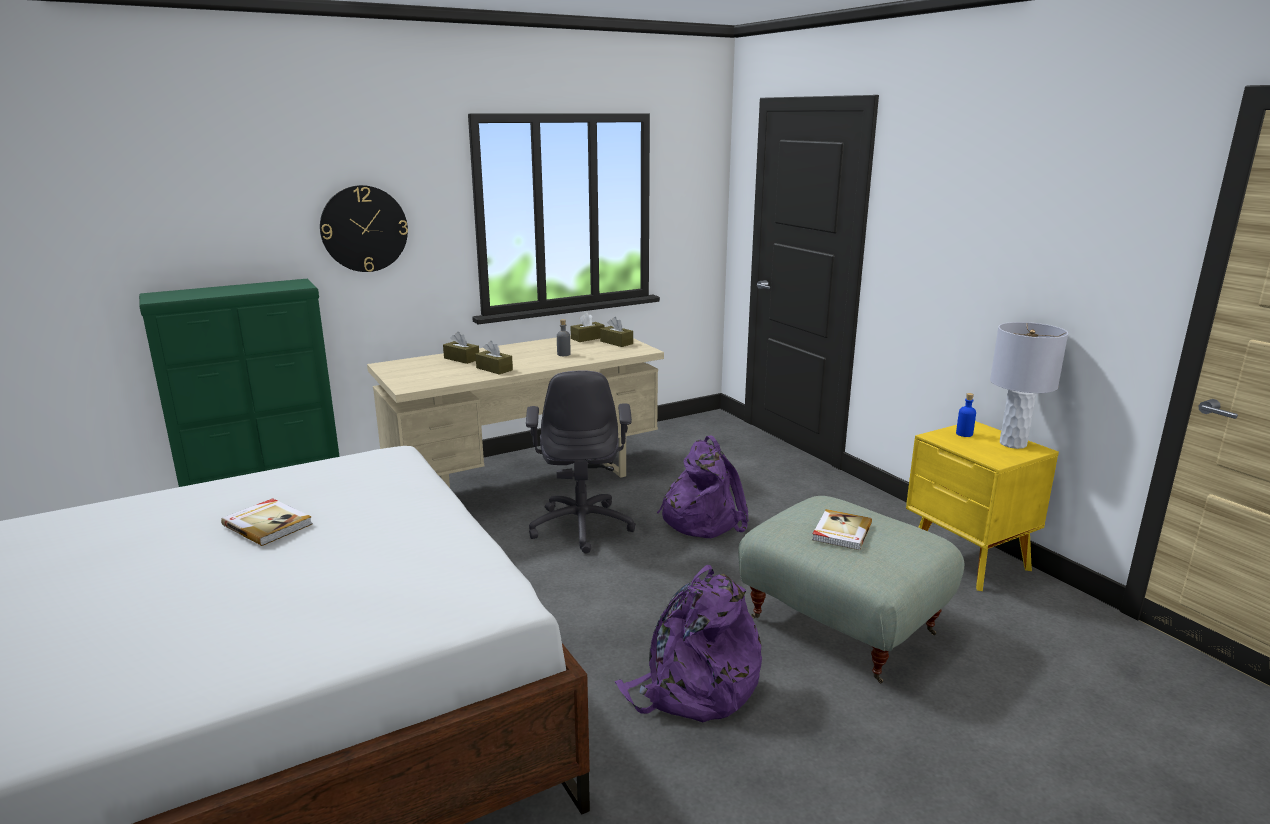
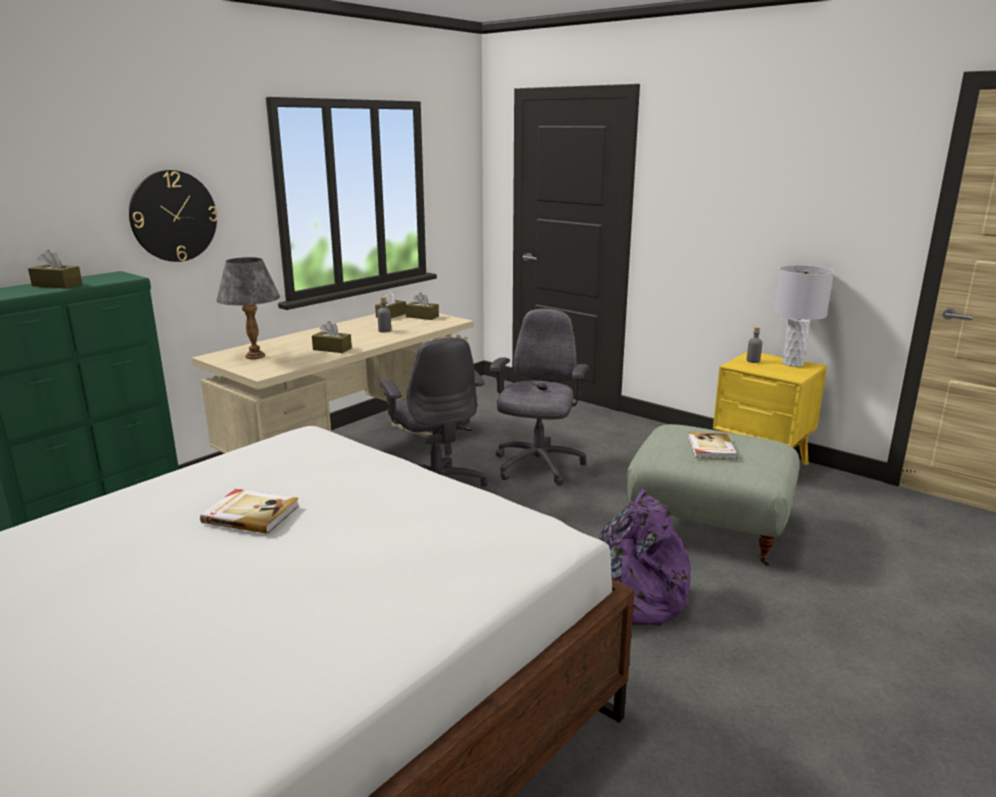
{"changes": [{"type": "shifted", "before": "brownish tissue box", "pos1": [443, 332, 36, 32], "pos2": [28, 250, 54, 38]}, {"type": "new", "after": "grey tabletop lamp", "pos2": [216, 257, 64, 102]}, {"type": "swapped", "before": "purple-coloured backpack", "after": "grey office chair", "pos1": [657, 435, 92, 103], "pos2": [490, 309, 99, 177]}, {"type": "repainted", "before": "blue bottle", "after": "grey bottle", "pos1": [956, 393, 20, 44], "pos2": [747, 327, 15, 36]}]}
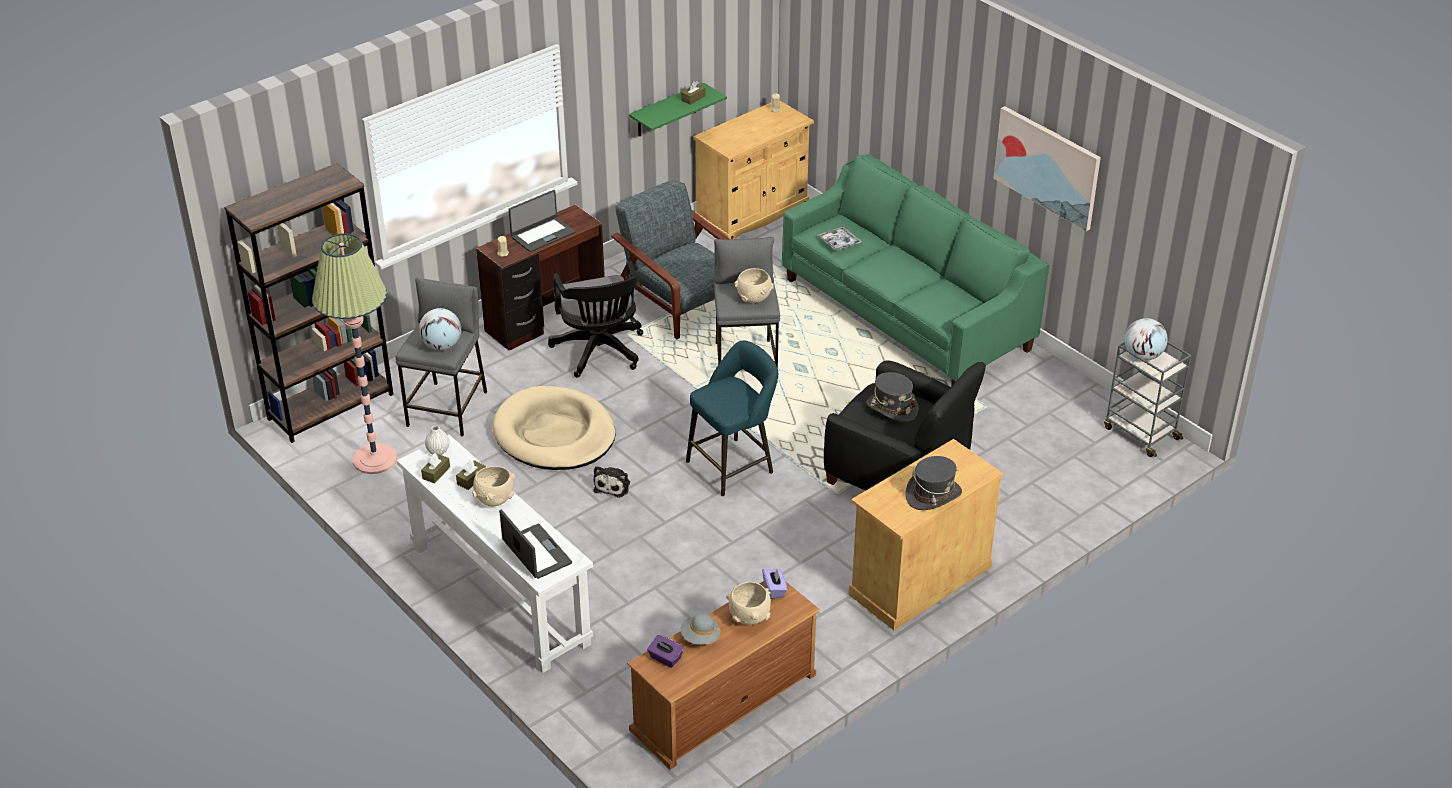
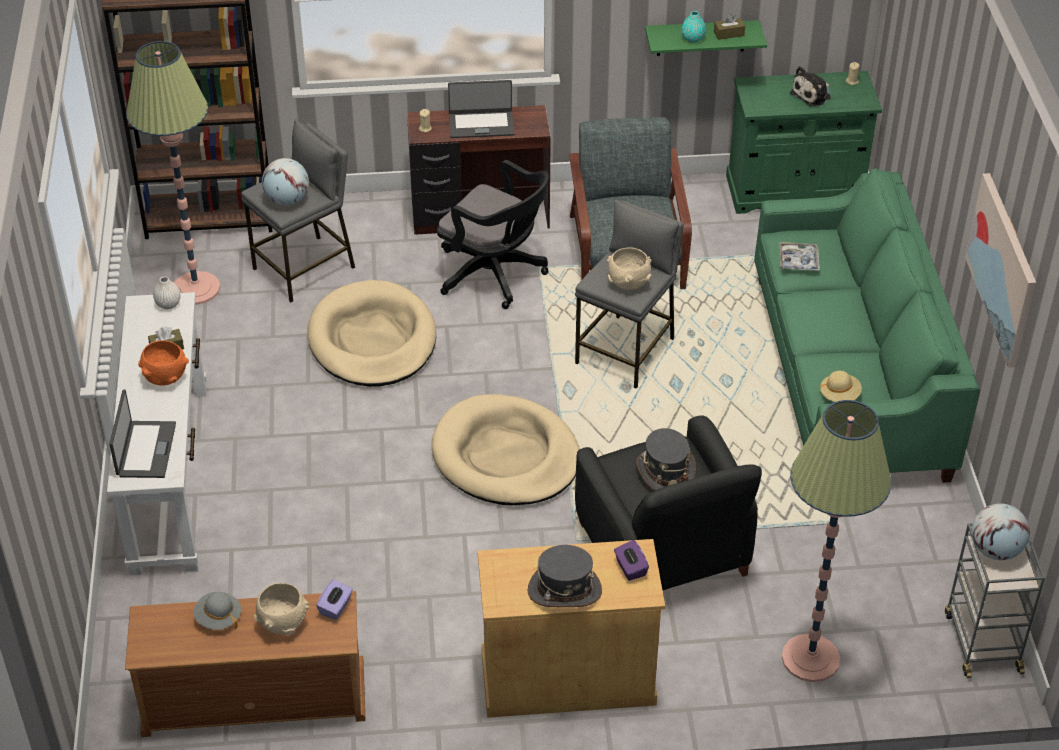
{"changes": [{"type": "repainted", "before": "beige deep dish", "after": "orange-coloured deep dish", "pos1": [472, 466, 43, 41], "pos2": [138, 340, 51, 46]}, {"type": "swapped", "before": "turquoise stool", "after": "beige dog cushion", "pos1": [686, 341, 92, 156], "pos2": [432, 394, 148, 111]}, {"type": "rotated", "before": "blackish office chair", "pos1": [548, 260, 95, 118], "pos2": [437, 160, 112, 149], "turn": -75}, {"type": "shifted", "before": "purple-coloured tissue box", "pos1": [647, 635, 37, 33], "pos2": [614, 540, 35, 41]}, {"type": "new", "after": "turquoise decorative vase", "pos2": [681, 11, 25, 31]}, {"type": "repainted", "before": "beige storage cabinet", "after": "green storage cabinet", "pos1": [693, 101, 121, 138], "pos2": [726, 71, 156, 143]}, {"type": "new", "after": "standing lamp", "pos2": [782, 400, 109, 282]}, {"type": "shifted", "before": "plush toy", "pos1": [593, 466, 37, 31], "pos2": [790, 66, 41, 40]}, {"type": "new", "after": "beige hat", "pos2": [819, 371, 43, 31]}, {"type": "gone", "before": "brownish tissue box", "pos1": [421, 453, 29, 30]}]}
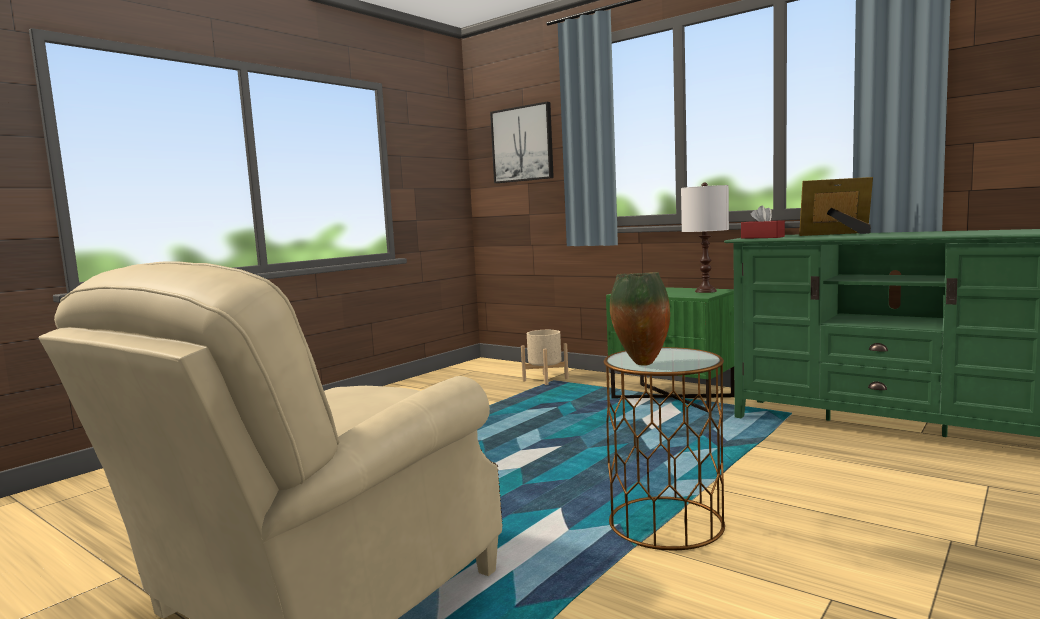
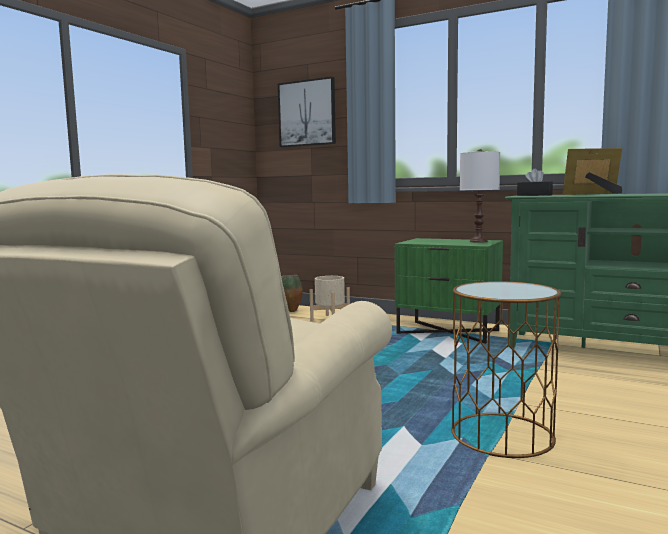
{"changes": [{"type": "shifted", "before": "decorative vase", "pos1": [610, 272, 60, 93], "pos2": [281, 275, 22, 37]}, {"type": "repainted", "before": "reddish tissue box", "after": "blackish tissue box", "pos1": [741, 206, 44, 33], "pos2": [517, 169, 36, 27]}]}
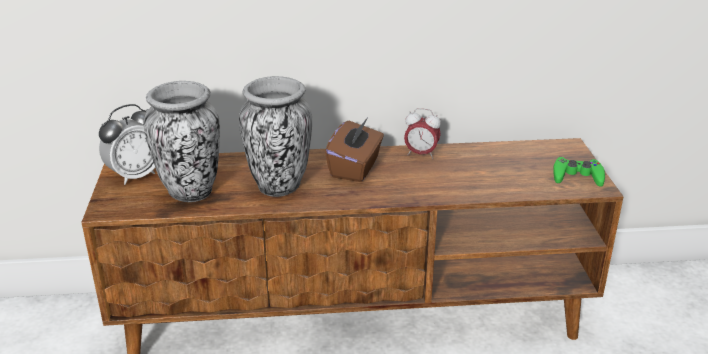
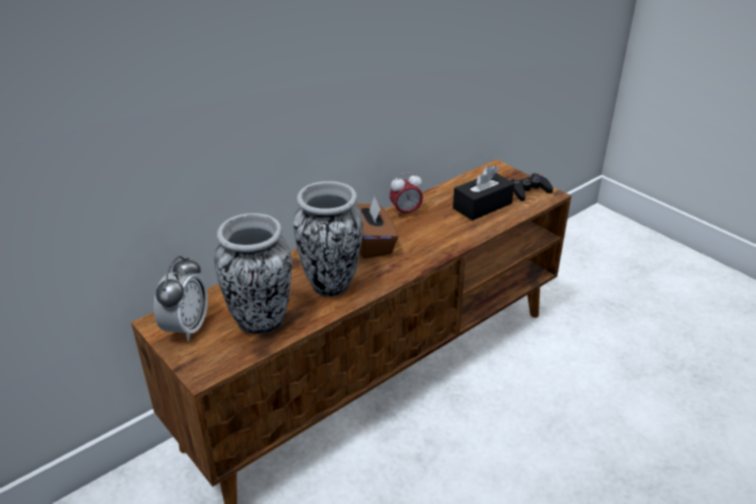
{"changes": [{"type": "new", "after": "blackish tissue box", "pos2": [453, 165, 61, 56]}, {"type": "repainted", "before": "green joypad", "after": "blackish joypad", "pos1": [553, 157, 52, 30], "pos2": [510, 173, 43, 28]}]}
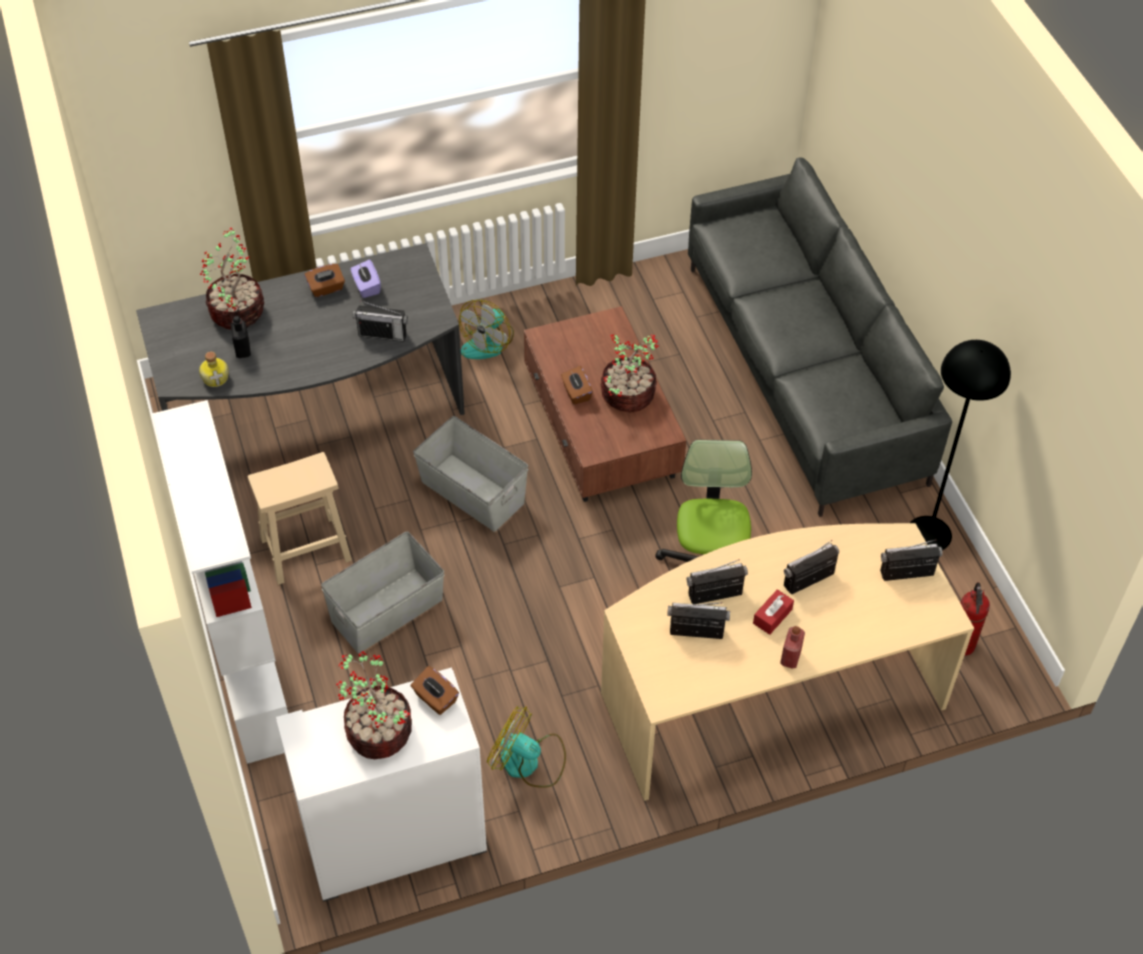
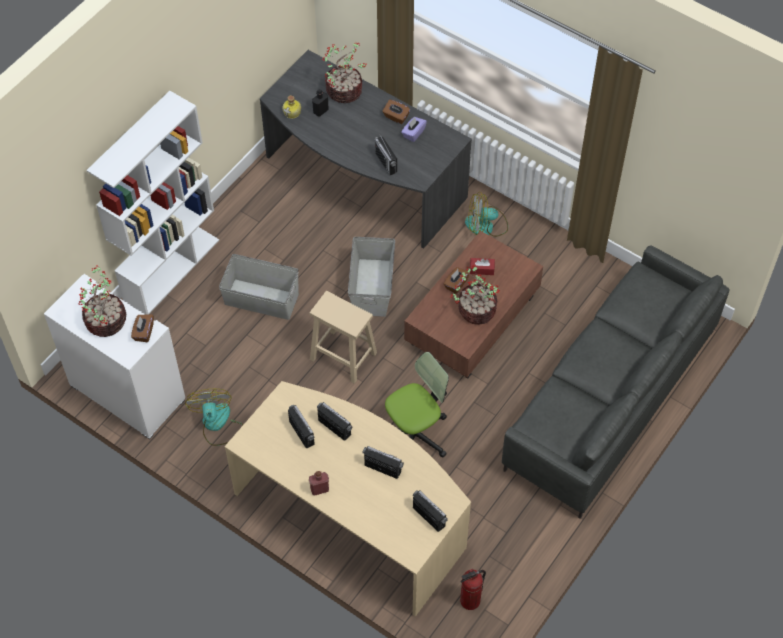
{"changes": [{"type": "shifted", "before": "beige stool", "pos1": [248, 452, 104, 133], "pos2": [310, 291, 67, 93]}, {"type": "shifted", "before": "reddish tissue box", "pos1": [753, 589, 41, 46], "pos2": [470, 258, 25, 17]}, {"type": "gone", "before": "blackish standing lamp", "pos1": [910, 340, 101, 210]}]}
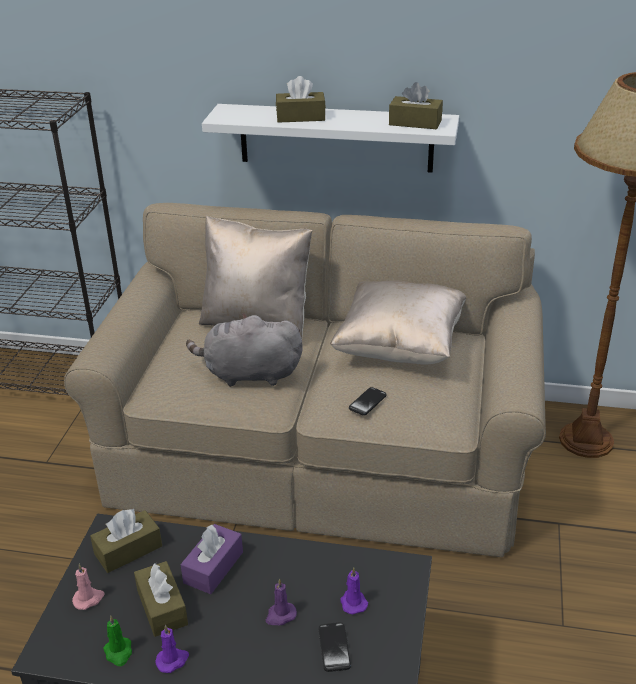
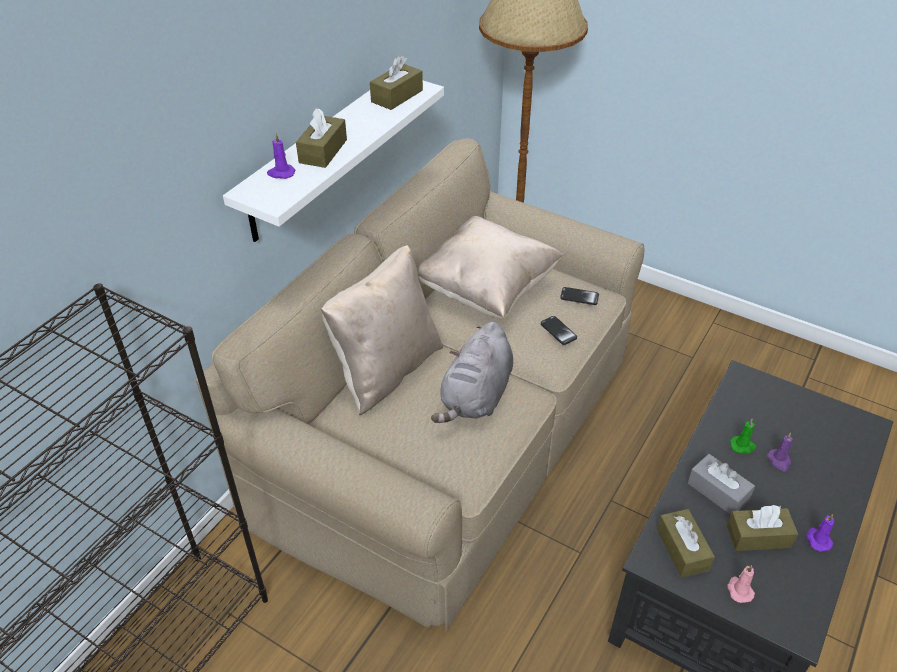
{"changes": [{"type": "shifted", "before": "purple-coloured candle", "pos1": [340, 567, 28, 47], "pos2": [267, 133, 28, 46]}, {"type": "shifted", "before": "handset", "pos1": [319, 622, 32, 50], "pos2": [560, 287, 39, 18]}, {"type": "repainted", "before": "purple-coloured tissue box", "after": "grey tissue box", "pos1": [181, 524, 62, 70], "pos2": [688, 454, 67, 61]}, {"type": "shifted", "before": "green candle", "pos1": [103, 615, 29, 51], "pos2": [730, 419, 26, 34]}]}
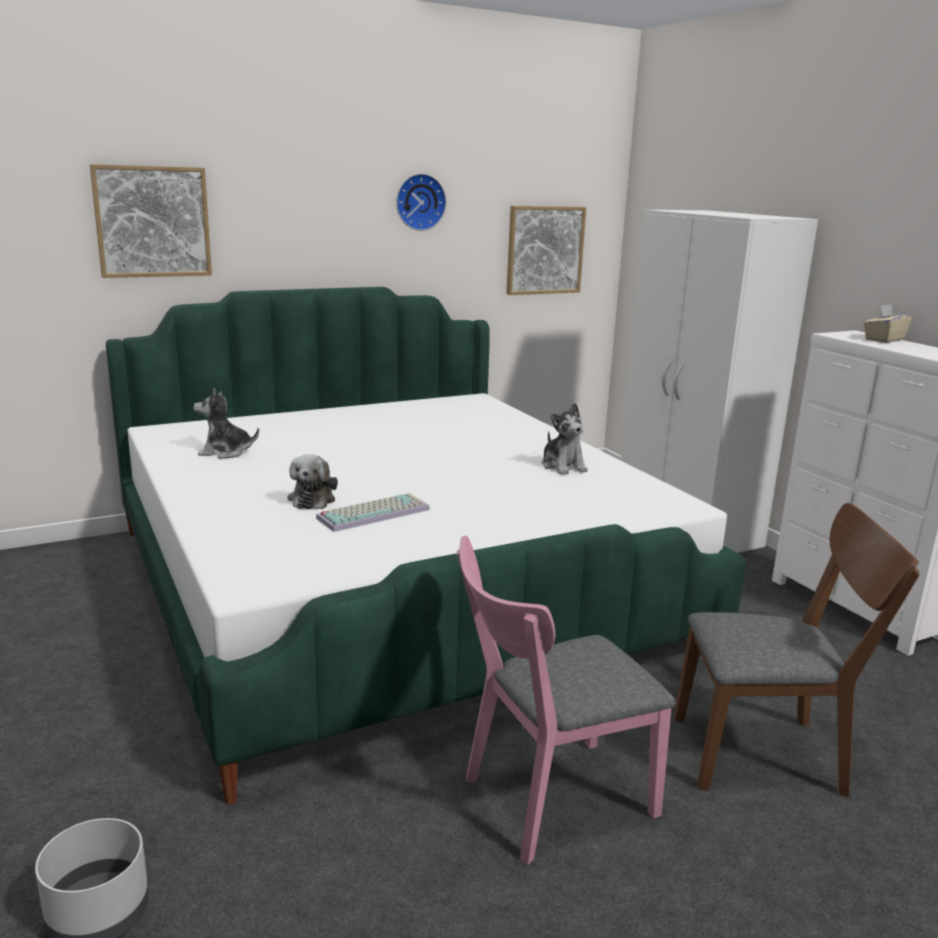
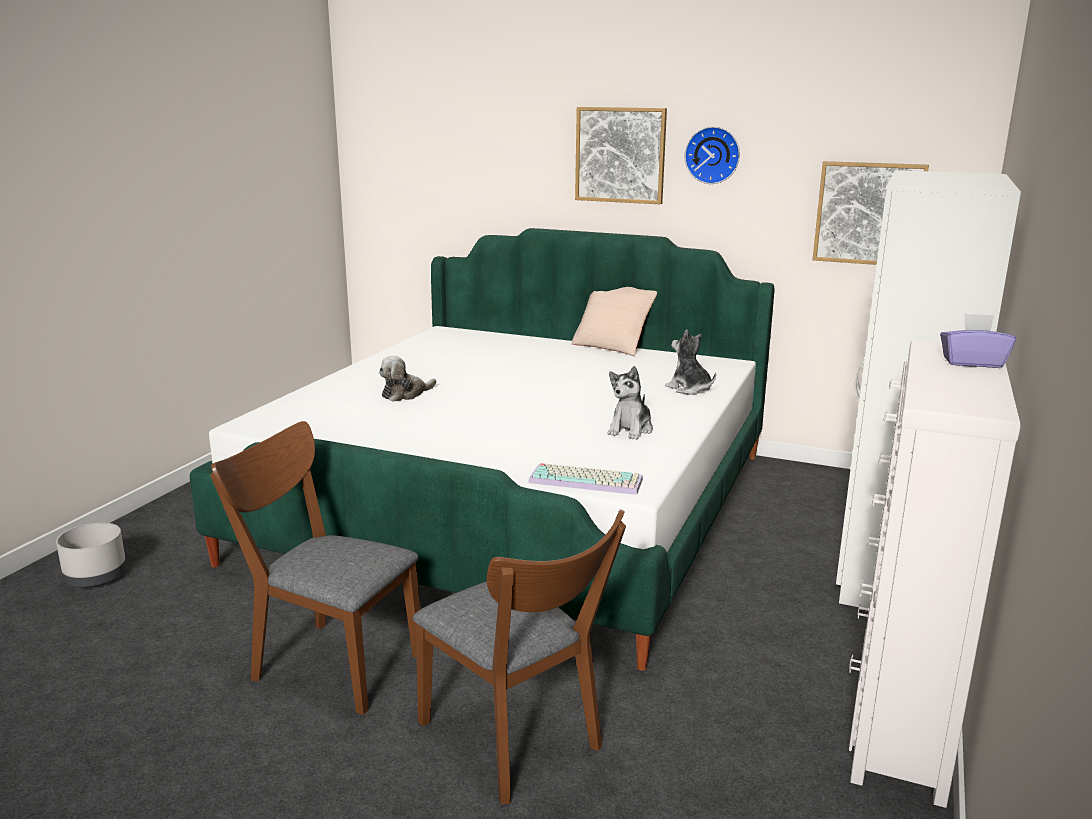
{"changes": [{"type": "repainted", "before": "pink upright chair", "after": "brownish upright chair", "pos1": [457, 536, 219, 329], "pos2": [210, 421, 210, 294]}, {"type": "shifted", "before": "keyboard", "pos1": [316, 493, 114, 39], "pos2": [528, 463, 115, 32]}, {"type": "new", "after": "beige pillow", "pos2": [571, 287, 86, 69]}, {"type": "shifted", "before": "wall art", "pos1": [90, 164, 122, 114], "pos2": [575, 107, 92, 97]}, {"type": "shifted", "before": "plush toy", "pos1": [194, 388, 65, 71], "pos2": [665, 329, 51, 66]}, {"type": "repainted", "before": "beige tissue box", "after": "purple-coloured tissue box", "pos1": [864, 304, 48, 39], "pos2": [940, 313, 76, 55]}]}
